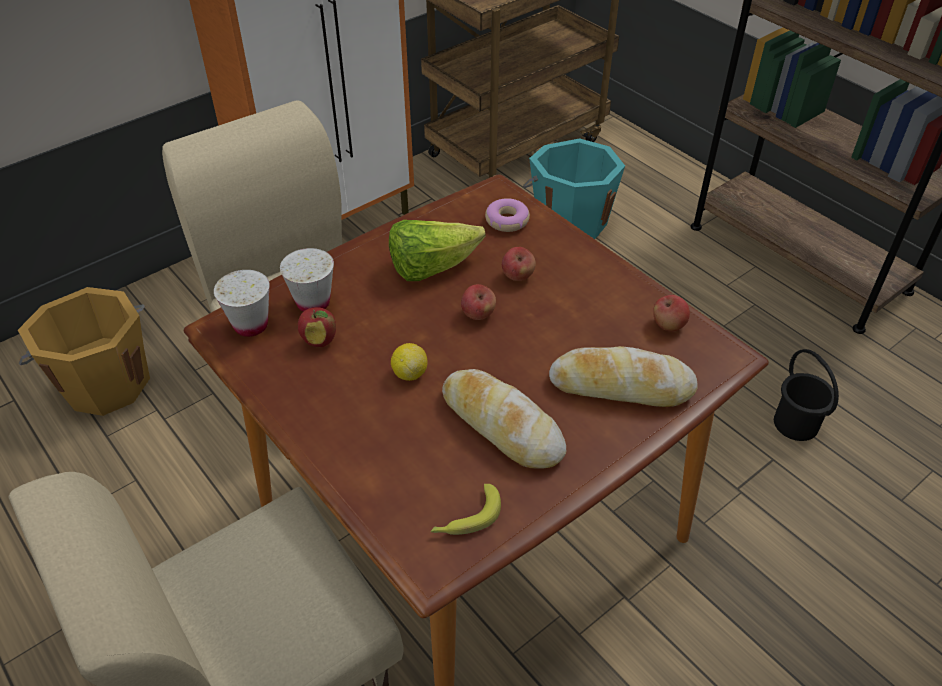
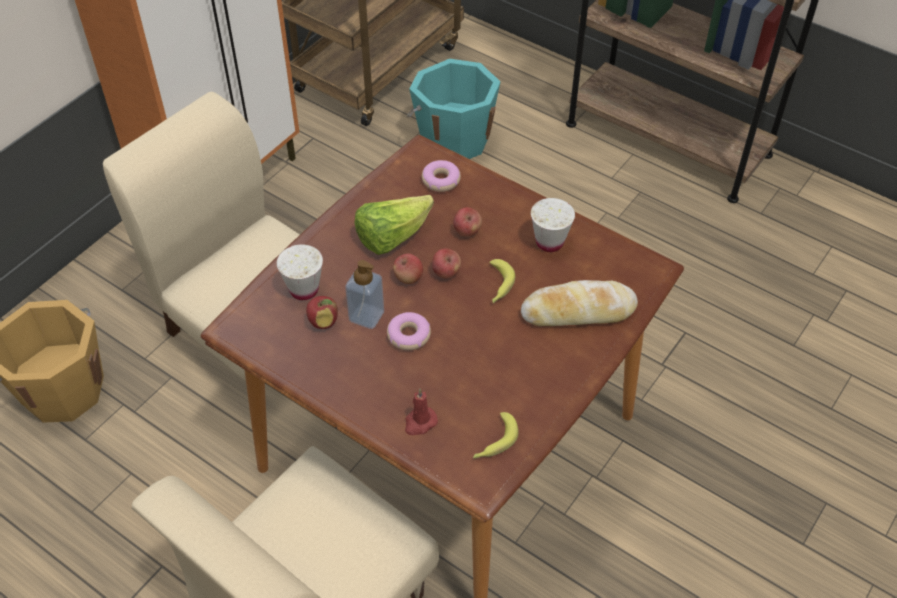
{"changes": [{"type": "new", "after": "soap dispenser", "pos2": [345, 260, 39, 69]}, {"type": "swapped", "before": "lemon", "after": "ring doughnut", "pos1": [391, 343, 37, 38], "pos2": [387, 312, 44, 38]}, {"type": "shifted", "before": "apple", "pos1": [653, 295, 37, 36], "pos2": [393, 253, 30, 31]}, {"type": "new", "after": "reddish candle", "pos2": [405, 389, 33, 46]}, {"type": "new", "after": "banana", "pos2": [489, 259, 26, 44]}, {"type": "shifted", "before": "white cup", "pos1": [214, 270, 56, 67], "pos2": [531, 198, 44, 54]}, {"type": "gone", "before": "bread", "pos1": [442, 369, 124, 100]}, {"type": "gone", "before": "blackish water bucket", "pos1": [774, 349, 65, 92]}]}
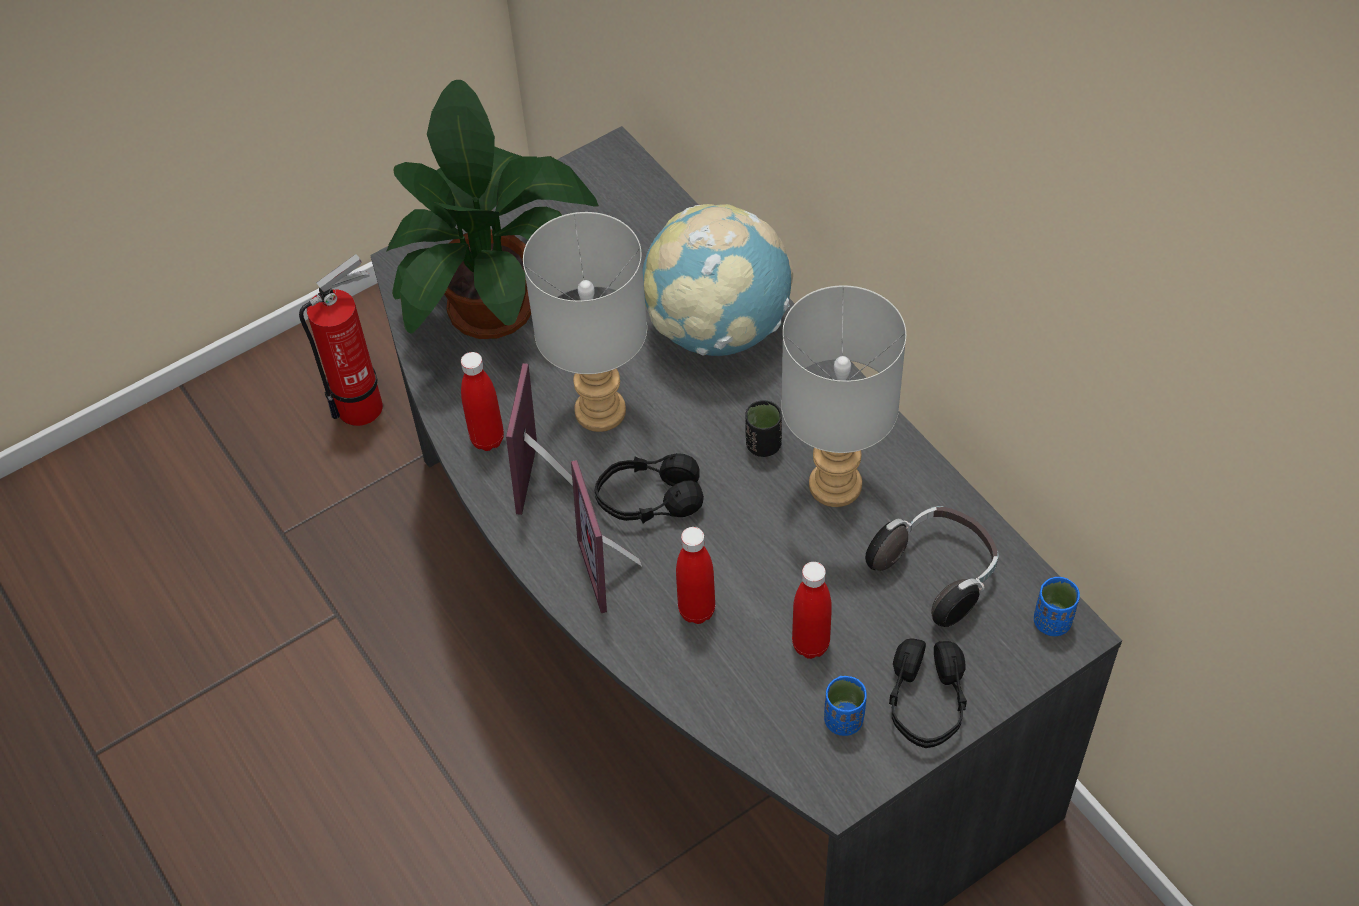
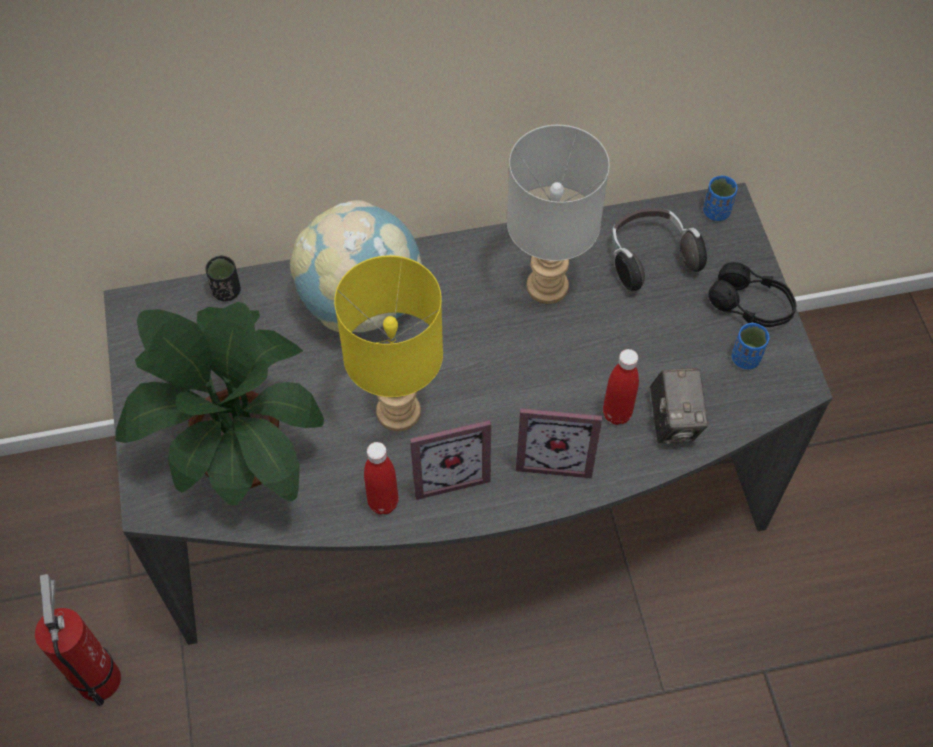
{"changes": [{"type": "shifted", "before": "blackish cup", "pos1": [745, 400, 37, 57], "pos2": [205, 255, 36, 46]}, {"type": "repainted", "before": "grey tabletop lamp", "after": "yellow-coloured tabletop lamp", "pos1": [523, 212, 124, 220], "pos2": [334, 255, 109, 176]}, {"type": "rotated", "before": "standing frame", "pos1": [506, 363, 67, 152], "pos2": [410, 420, 81, 80], "turn": -45}, {"type": "new", "after": "photo camera", "pos2": [650, 368, 58, 77]}, {"type": "gone", "before": "blackish headphones", "pos1": [595, 453, 109, 70]}, {"type": "gone", "before": "reddish bottle", "pos1": [792, 562, 40, 97]}]}
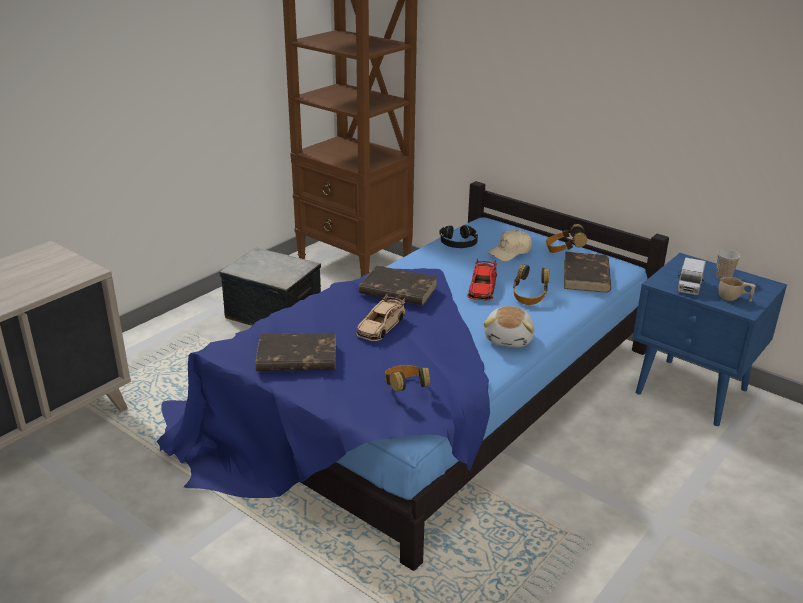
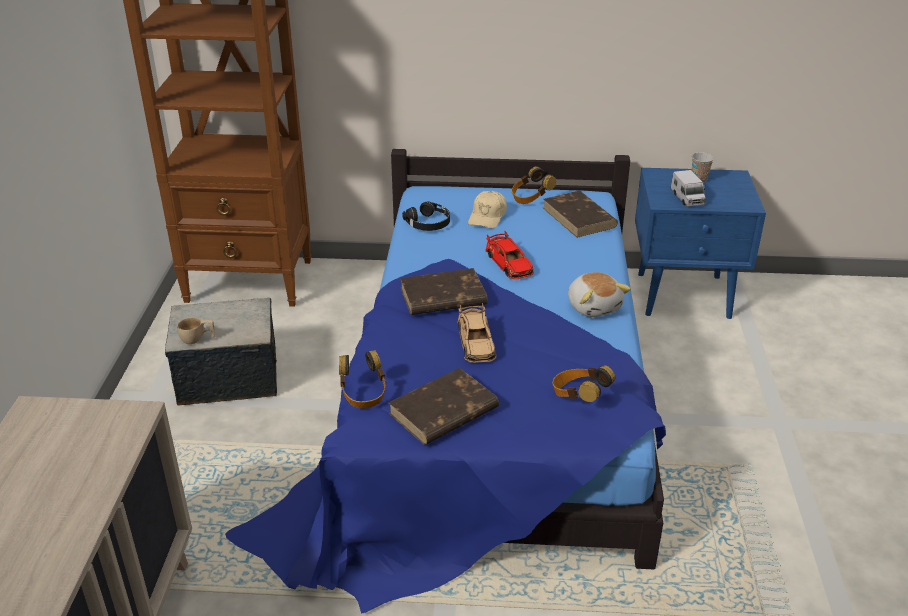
{"changes": [{"type": "shifted", "before": "beige cup", "pos1": [718, 277, 38, 25], "pos2": [177, 318, 38, 26]}, {"type": "shifted", "before": "headphones", "pos1": [513, 264, 36, 41], "pos2": [339, 350, 47, 59]}]}
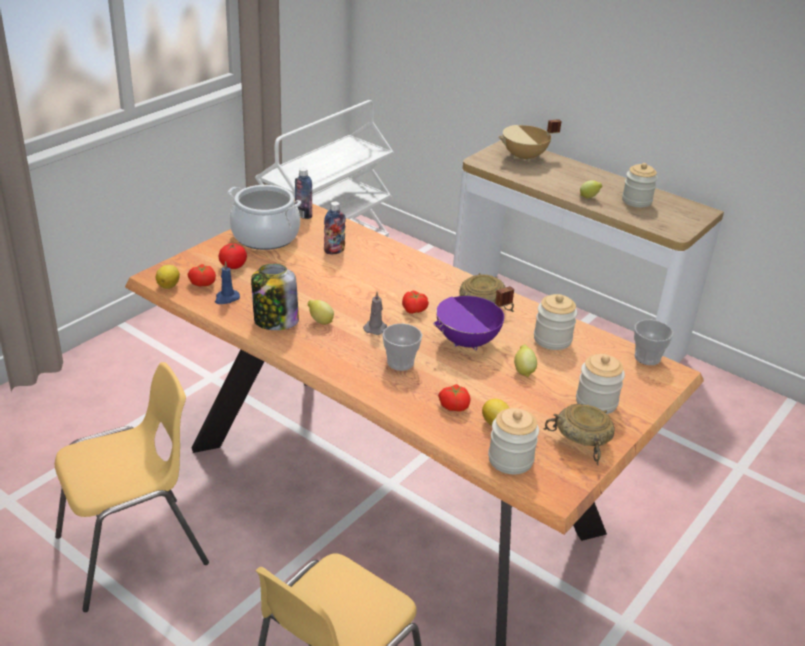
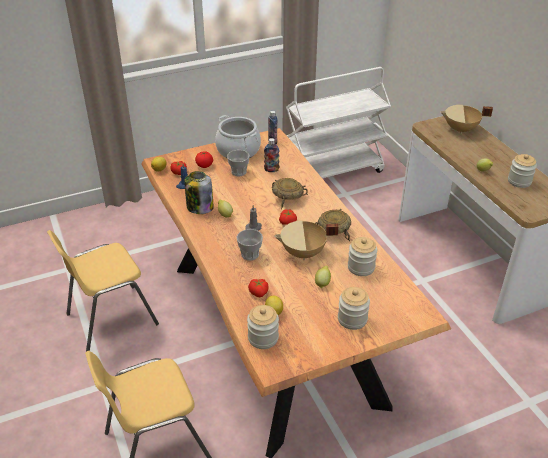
{"changes": [{"type": "rotated", "before": "yellow-coloured upright chair", "pos1": [55, 362, 154, 250], "pos2": [47, 230, 112, 122], "turn": 150}, {"type": "shifted", "before": "cup", "pos1": [634, 320, 39, 45], "pos2": [227, 150, 22, 26]}, {"type": "shifted", "before": "beige deep dish", "pos1": [543, 404, 72, 61], "pos2": [272, 178, 36, 31]}, {"type": "repainted", "before": "purple-coloured stockpot", "after": "beige stockpot", "pos1": [433, 286, 81, 64], "pos2": [274, 220, 64, 40]}]}
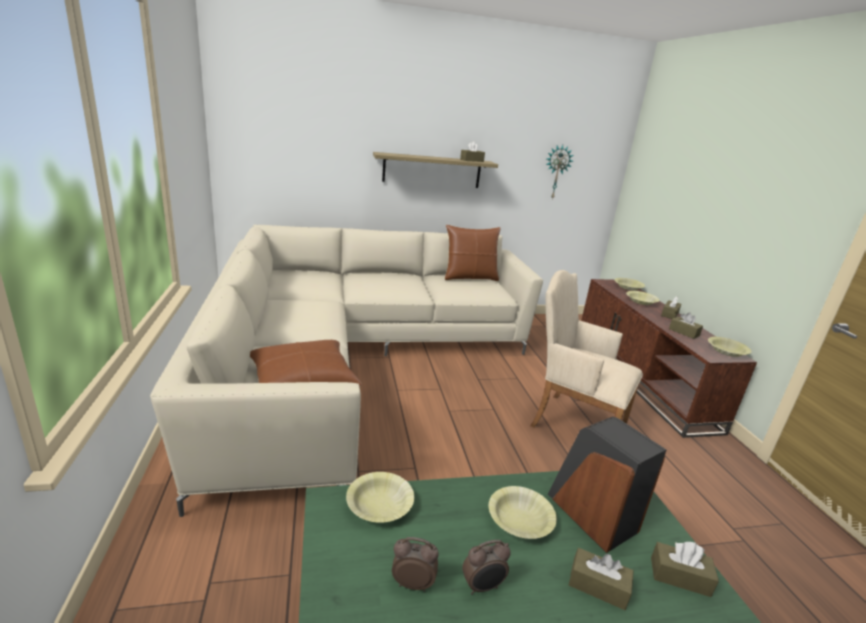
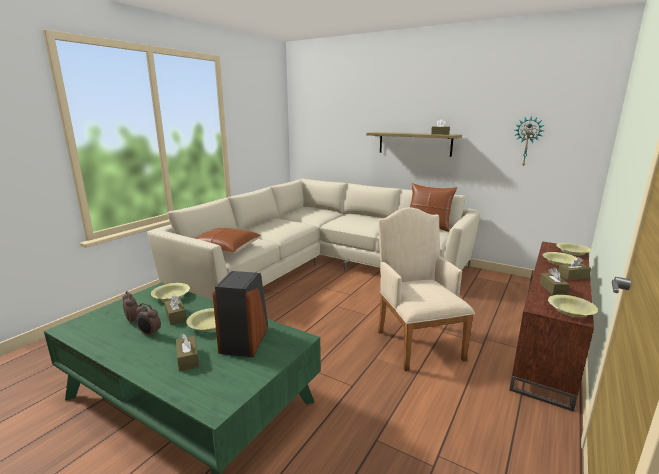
{"changes": [{"type": "shifted", "before": "brownish tissue box", "pos1": [651, 542, 68, 55], "pos2": [164, 294, 23, 31]}]}
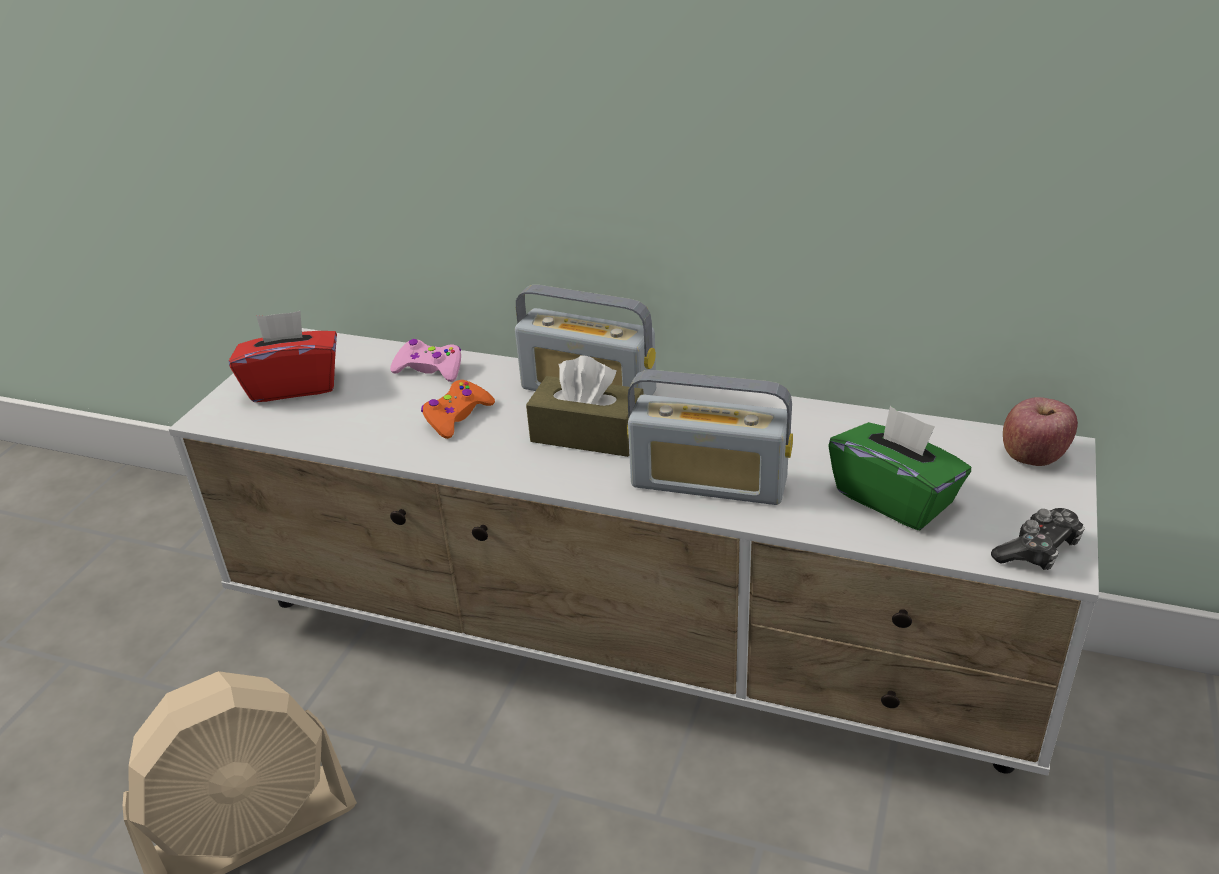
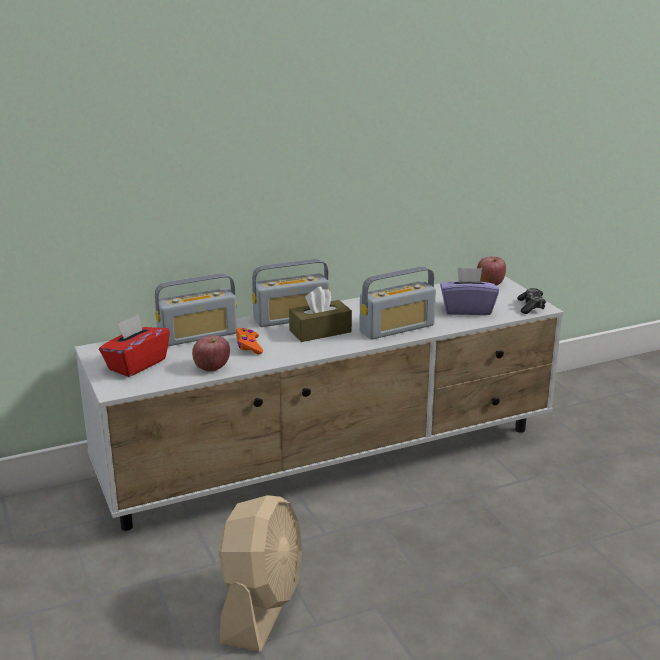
{"changes": [{"type": "swapped", "before": "pink joypad", "after": "radio receiver", "pos1": [390, 339, 71, 43], "pos2": [155, 273, 82, 73]}, {"type": "new", "after": "apple", "pos2": [192, 335, 38, 37]}, {"type": "repainted", "before": "green tissue box", "after": "purple-coloured tissue box", "pos1": [828, 405, 143, 125], "pos2": [440, 267, 59, 48]}]}
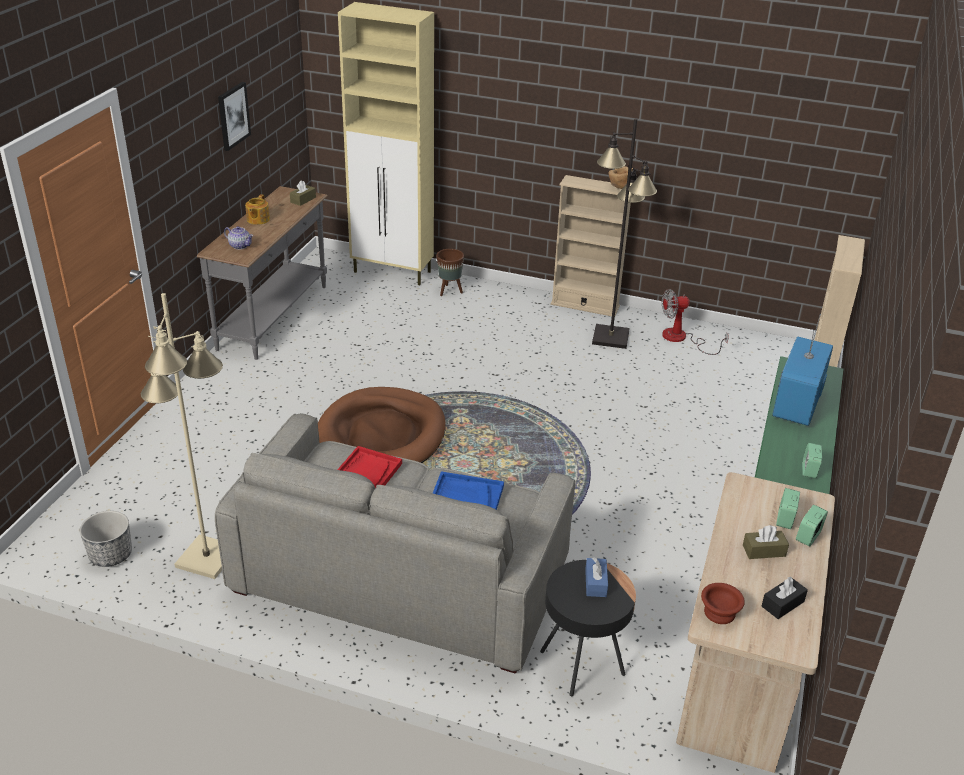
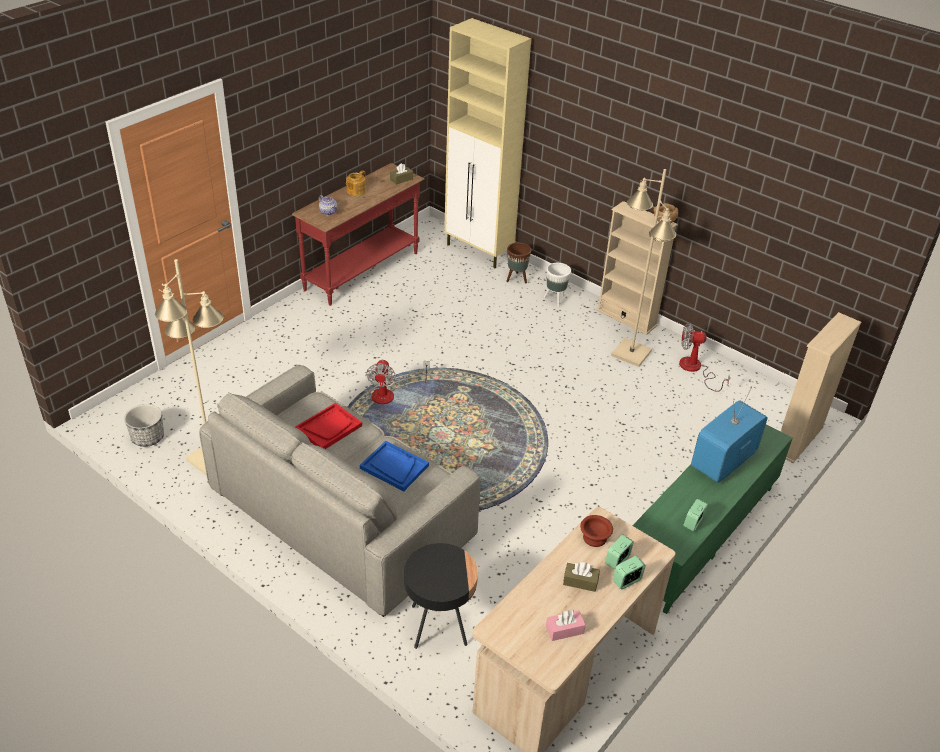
{"changes": [{"type": "repainted", "before": "grey console table", "after": "reddish console table", "pos1": [197, 186, 131, 174], "pos2": [292, 163, 133, 143]}, {"type": "swapped", "before": "brownish dog cushion", "after": "cooling fan", "pos1": [318, 387, 128, 76], "pos2": [366, 359, 64, 45]}, {"type": "new", "after": "white plant pot", "pos2": [544, 263, 27, 44]}, {"type": "repainted", "before": "blackish tissue box", "after": "pink tissue box", "pos1": [762, 577, 46, 42], "pos2": [546, 610, 40, 31]}, {"type": "shifted", "before": "brownish deep dish", "pos1": [701, 583, 44, 41], "pos2": [580, 515, 33, 32]}, {"type": "repainted", "before": "blackish standing lamp", "after": "beige standing lamp", "pos1": [592, 118, 65, 231], "pos2": [611, 169, 65, 198]}, {"type": "gone", "before": "wall art", "pos1": [218, 82, 33, 69]}, {"type": "gone", "before": "blue tissue box", "pos1": [585, 557, 23, 40]}]}
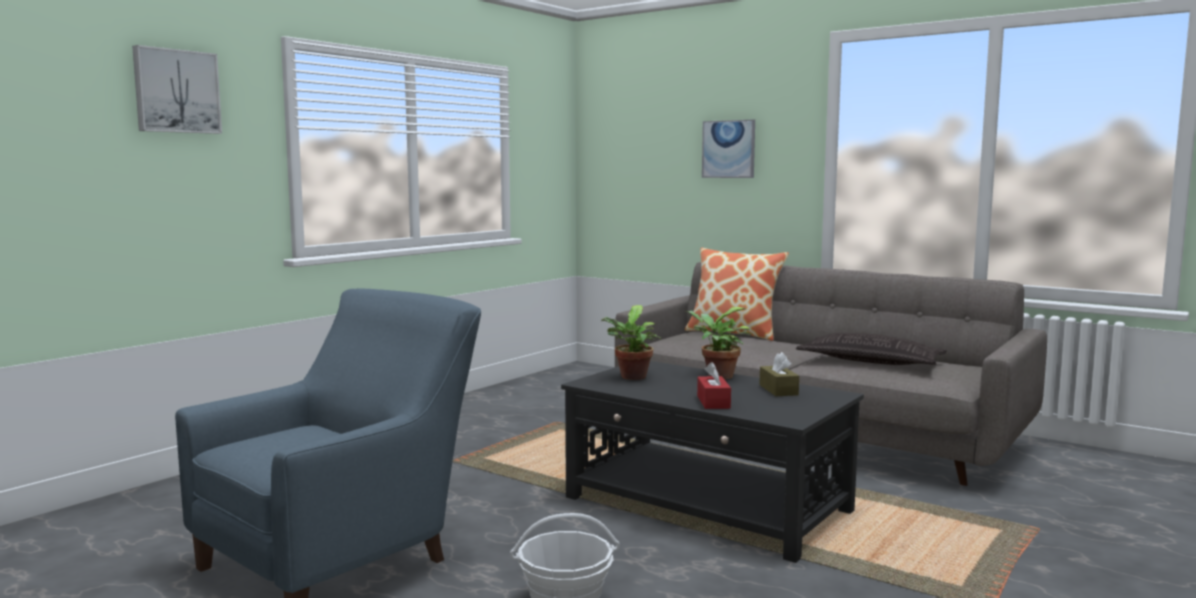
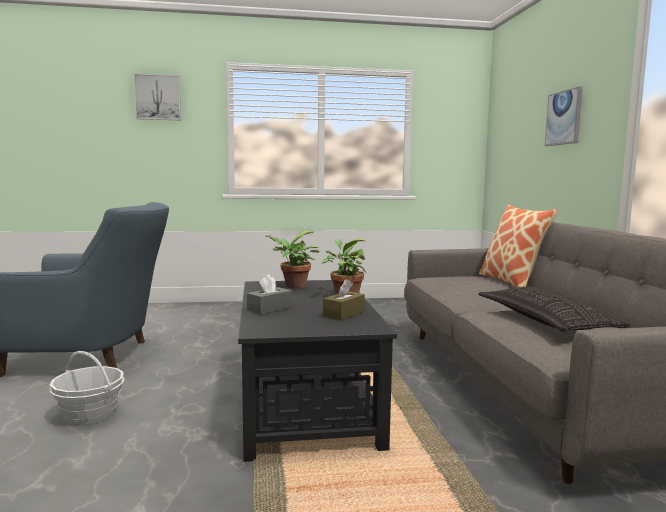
{"changes": [{"type": "repainted", "before": "reddish tissue box", "after": "grey tissue box", "pos1": [697, 362, 34, 47], "pos2": [247, 274, 45, 41]}]}
